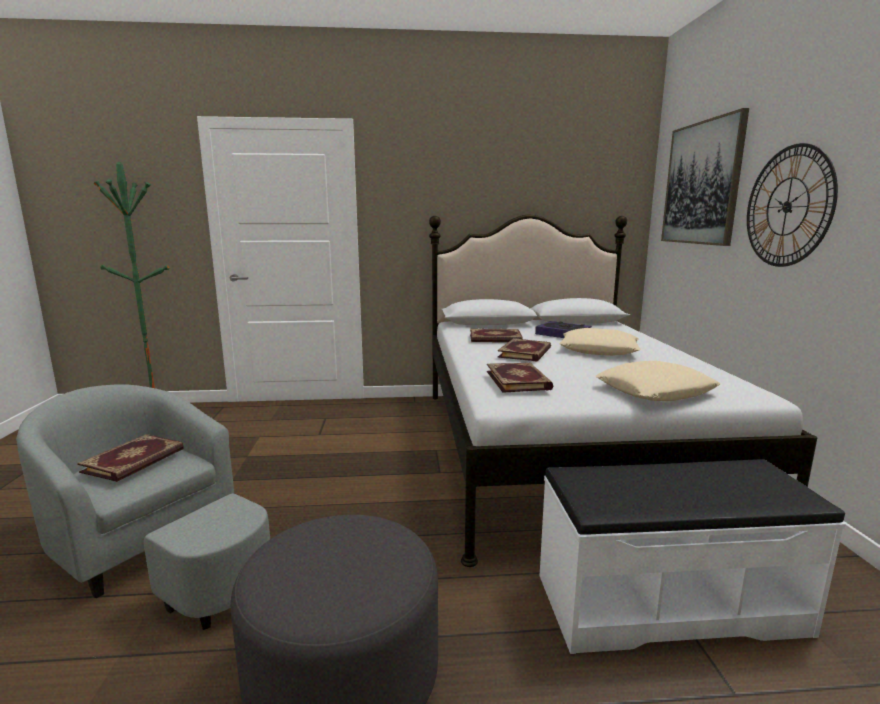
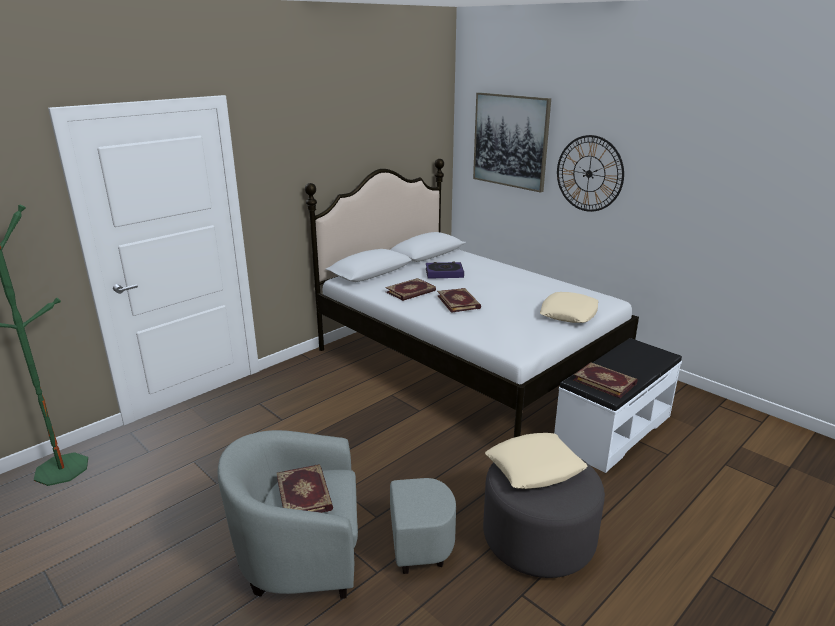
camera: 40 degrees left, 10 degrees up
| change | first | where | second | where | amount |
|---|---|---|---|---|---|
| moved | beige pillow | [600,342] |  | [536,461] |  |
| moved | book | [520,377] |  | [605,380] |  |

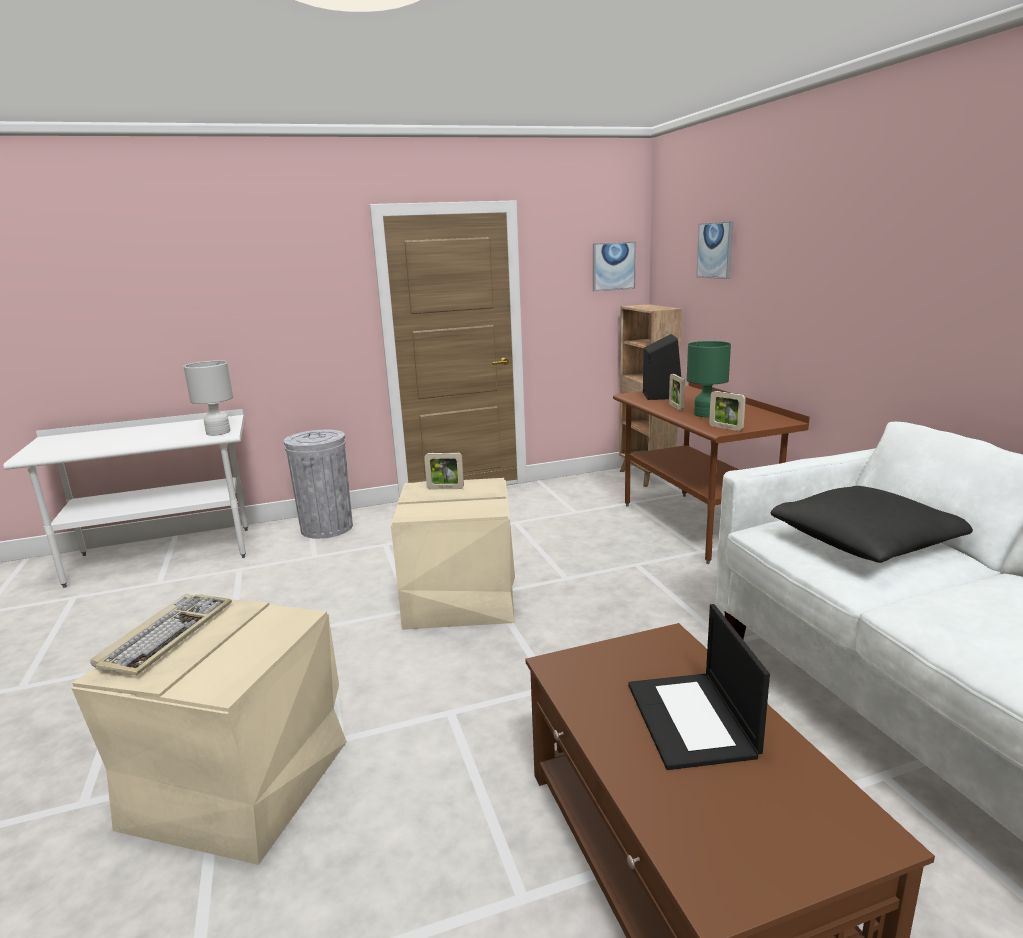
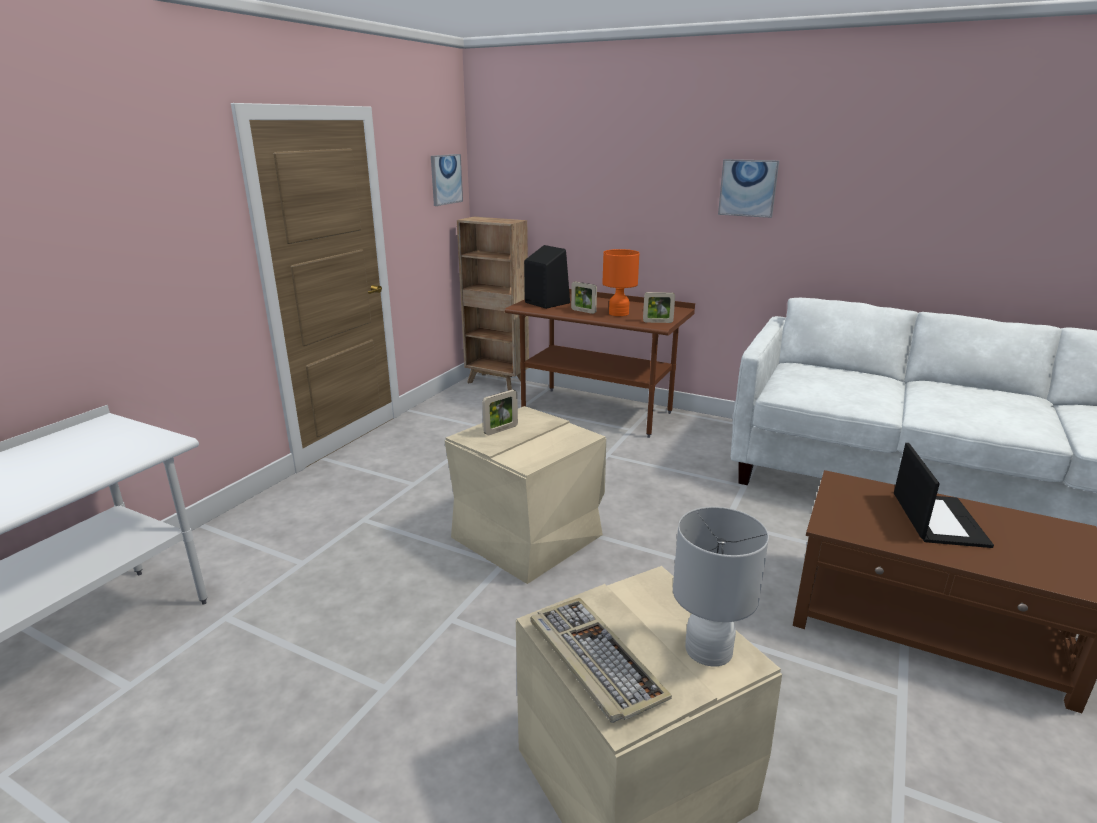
camera: 45 degrees left, 5 degrees up
| change | first | where | second | where | amount |
|---|---|---|---|---|---|
| recoloured | green table lamp | [709,379] | orange table lamp | [621,282] |  |
| moved | grey table lamp | [208,398] |  | [721,586] |  |
| moved | picture | [715,250] |  | [748,188] |  |
| turned | laptop | [699,687] |  | [944,495] | 120 degrees counterclockwise |
| removed | grey trash can | [318,484] |  |  |  |
| removed | black pillow | [872,524] |  |  |  |

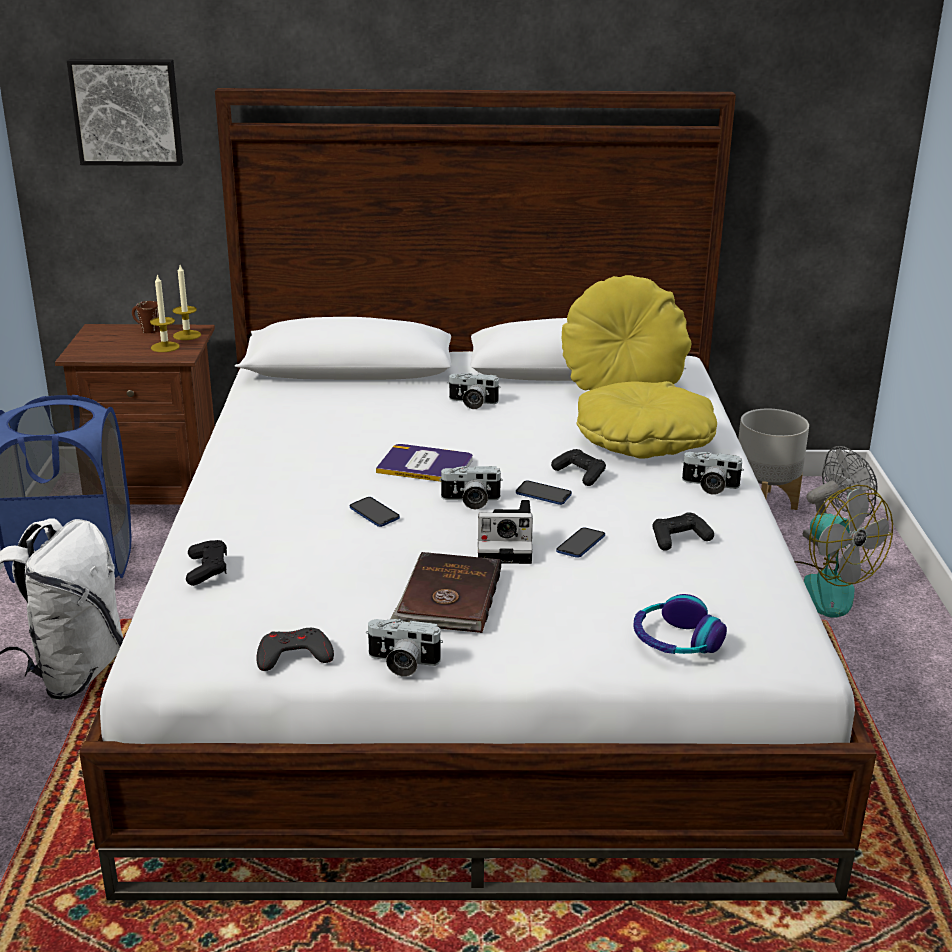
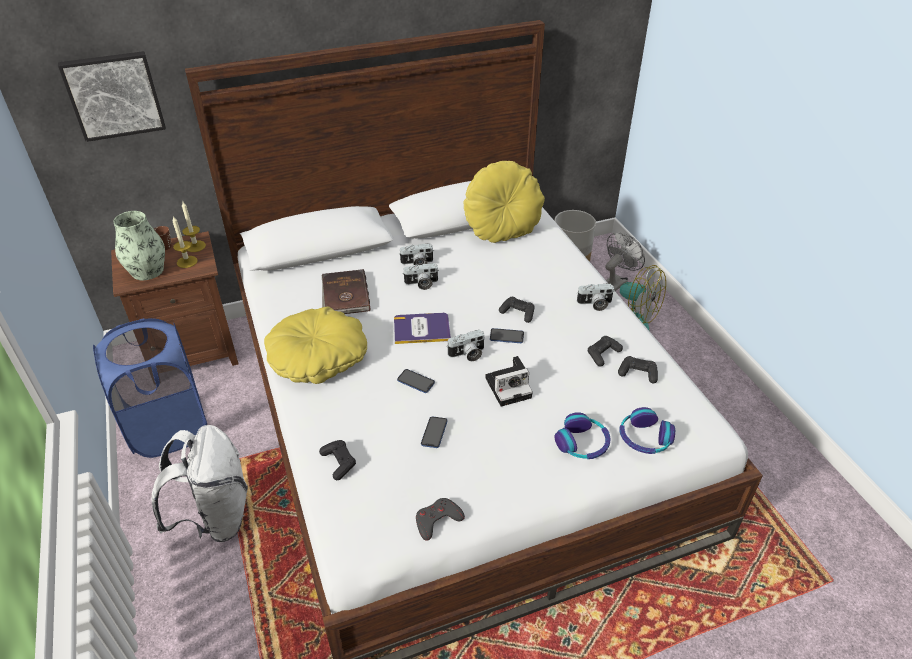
camera: 20 degrees left, 15 degrees up
| change | first | where | second | where | amount |
|---|---|---|---|---|---|
| added |  |  | vase | [139,245] |  |
| moved | yellow pillow | [647,419] |  | [315,345] |  |
| moved | brown book | [445,592] |  | [346,291] |  |
| moved | photo camera | [404,648] |  | [420,276] |  |
| moved | phone | [580,543] |  | [434,432] |  |
| added |  |  | headphones | [582,435] |  |
| added |  |  | black game controller | [638,369] |  |

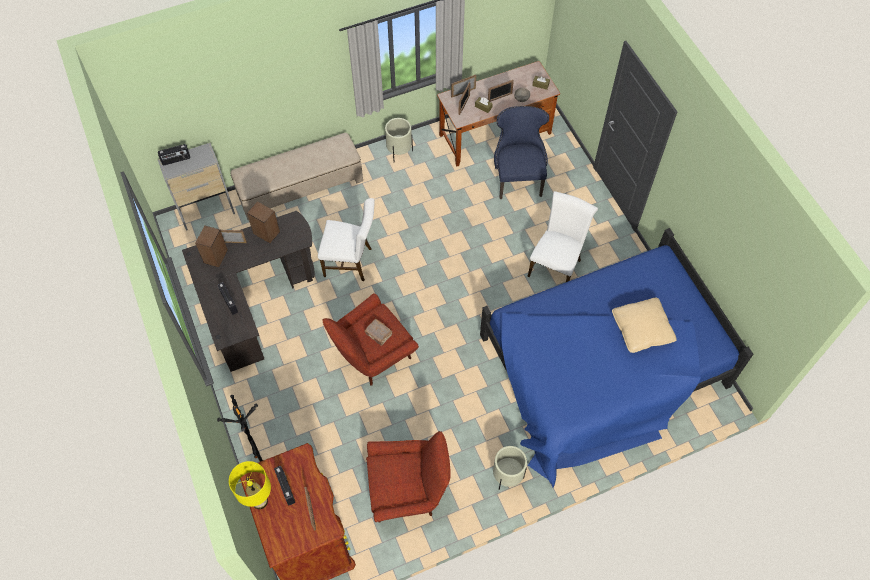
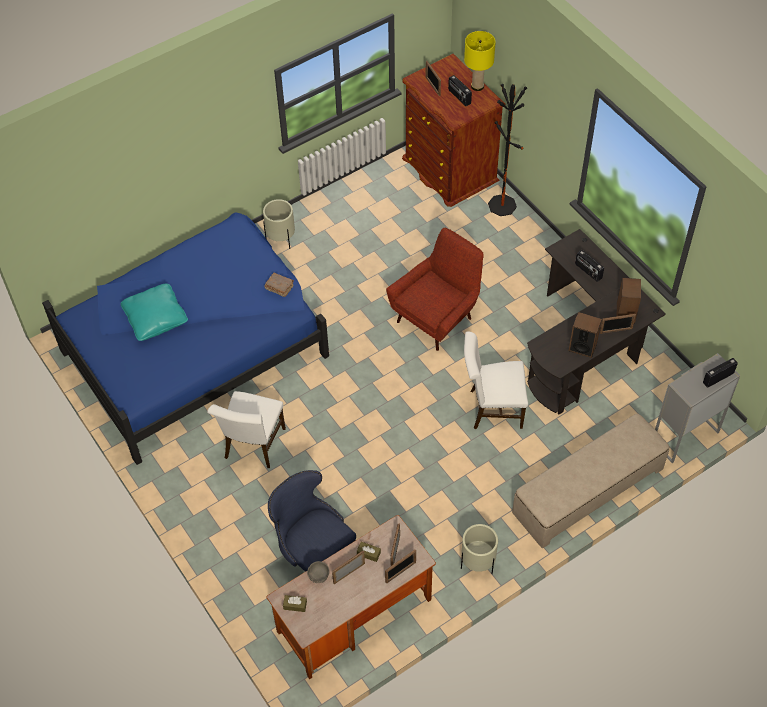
camera: 170 degrees right, 5 degrees down
| change | first | where | second | where | amount |
|---|---|---|---|---|---|
| recoloured | beige pillow | [644,325] | turquoise pillow | [154,312] |  |
| moved | brown book | [378,332] |  | [279,285] |  |
| turned | blue chair | [521,152] |  | [312,521] | 150 degrees clockwise |
| removed | red armchair | [408,477] |  |  |  |

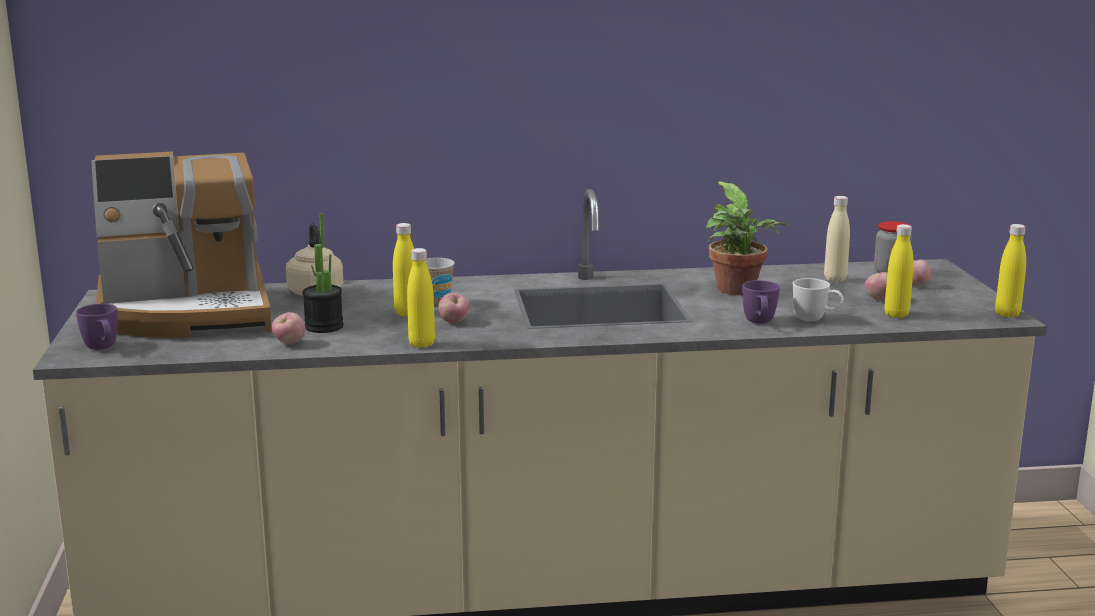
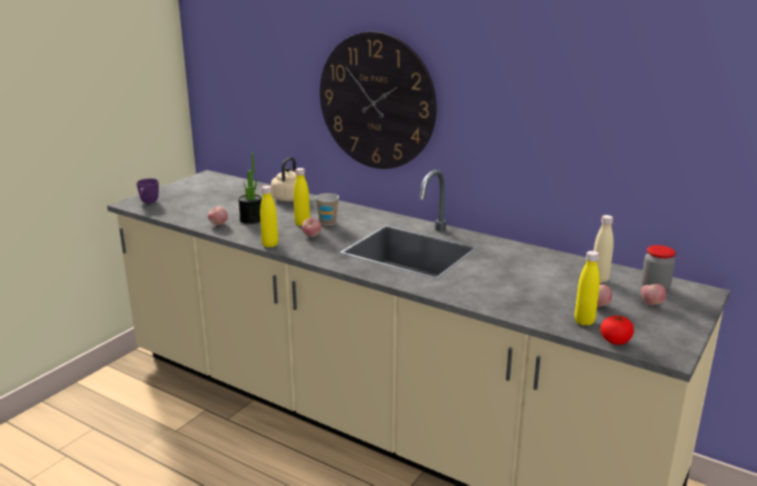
camera: 40 degrees right, 5 degrees up
| change | first | where | second | where | amount |
|---|---|---|---|---|---|
| added |  |  | wall clock | [378,100] |  |
| added |  |  | tomato | [617,330] |  |
| removed | coffee machine | [181,245] |  |  |  |
| removed | potted plant | [747,238] |  |  |  |
| removed | purple mug | [761,302] |  |  |  |
| removed | white mug | [818,299] |  |  |  |
| removed | yellow bottle | [1010,270] |  |  |  |

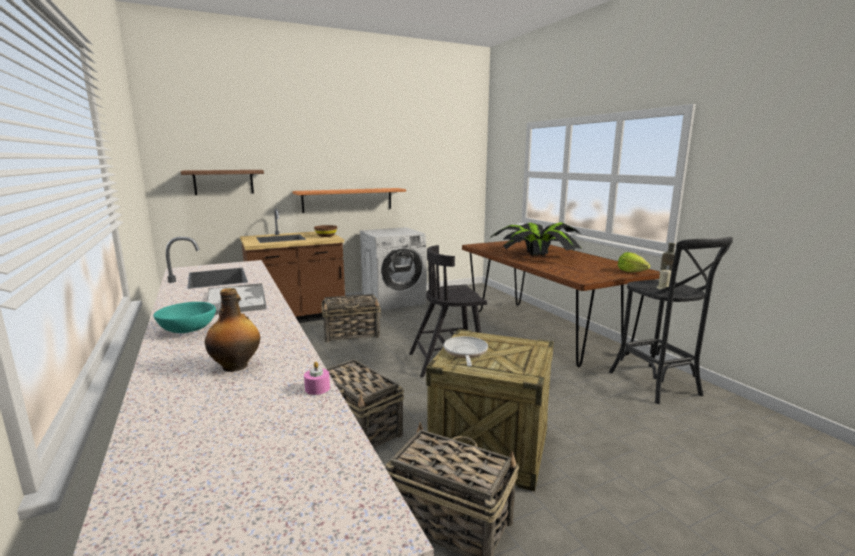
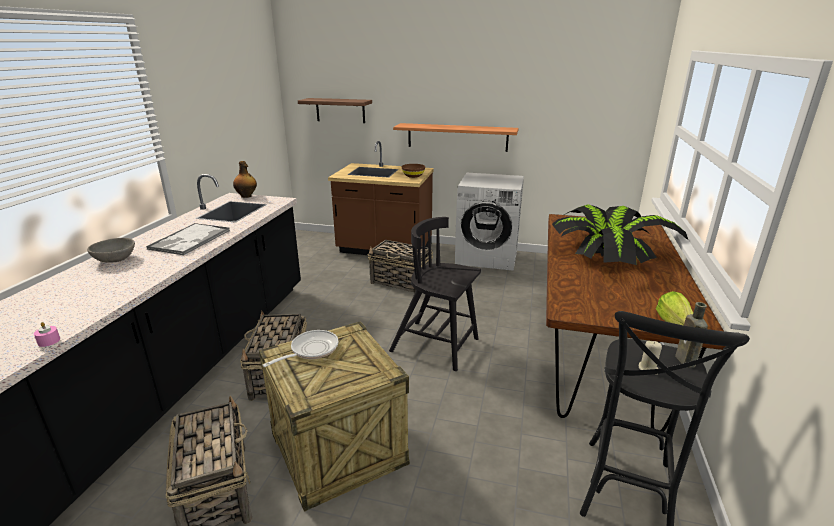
camera: 40 degrees right, 10 degrees up
| change | first | where | second | where | amount |
|---|---|---|---|---|---|
| recoloured | turquoise bowl | [184,317] | grey bowl | [111,250] |  |
| moved | bottle | [232,330] |  | [245,179] |  |

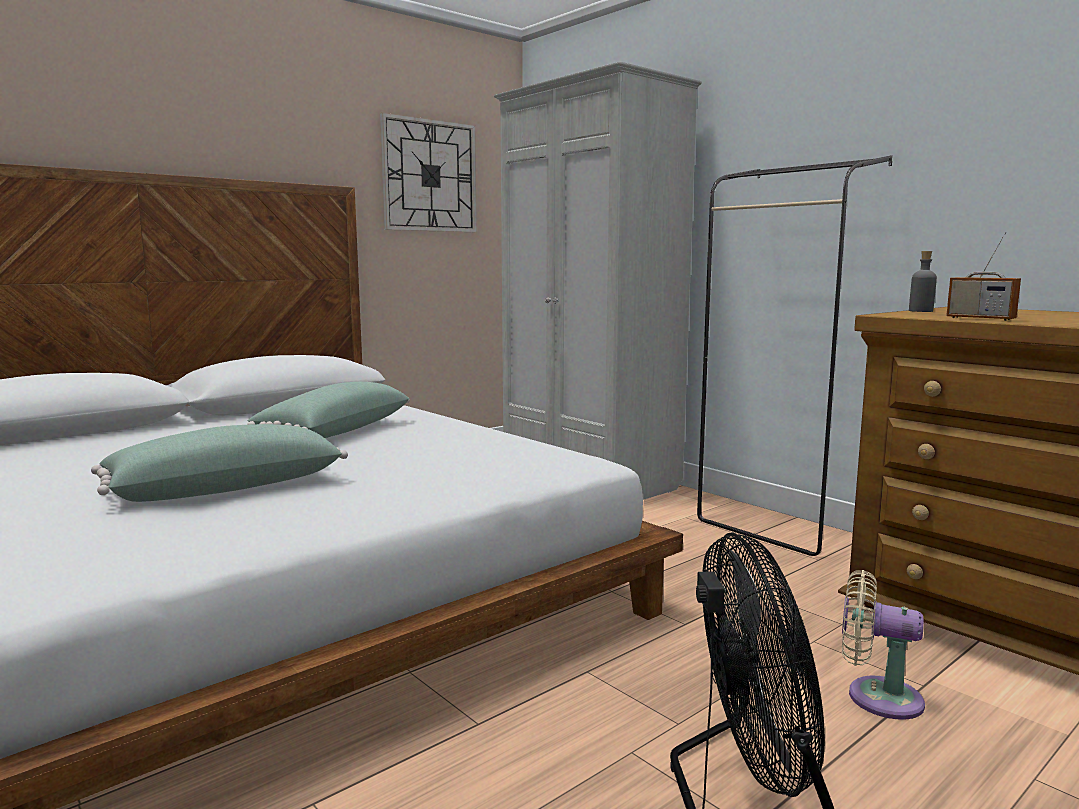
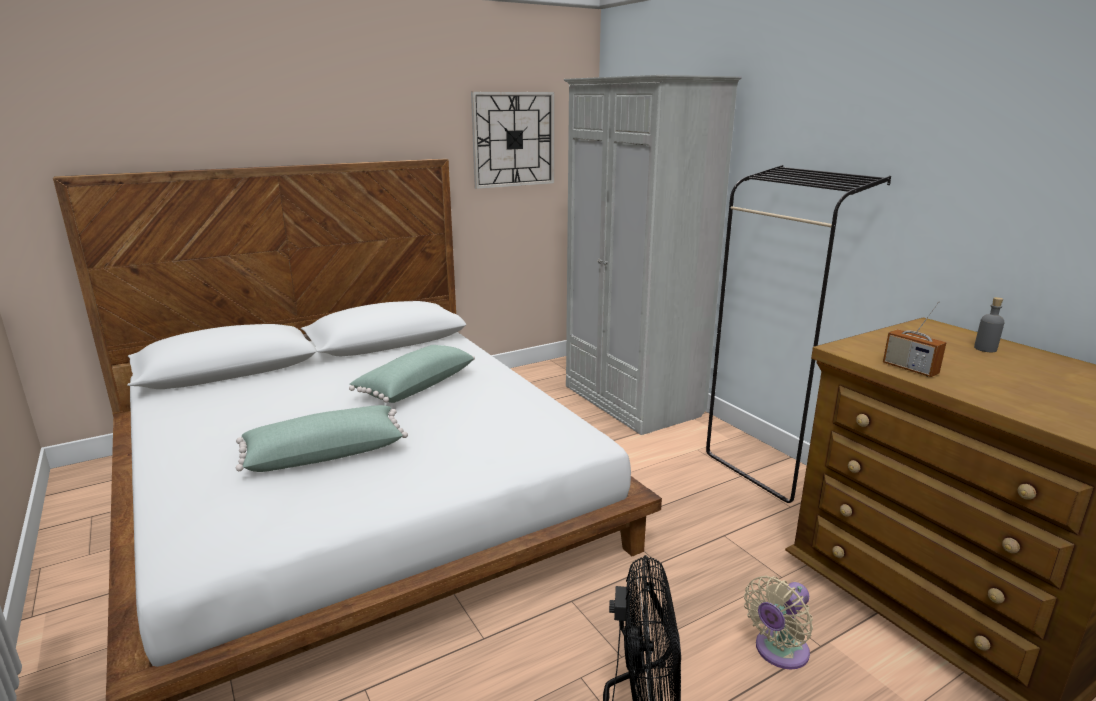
camera: 10 degrees right, 10 degrees up
| change | first | where | second | where | amount |
|---|---|---|---|---|---|
| turned | beige fan | [883,645] |  | [778,622] | 75 degrees counterclockwise |
| moved | grey bottle | [923,281] |  | [989,324] |  |

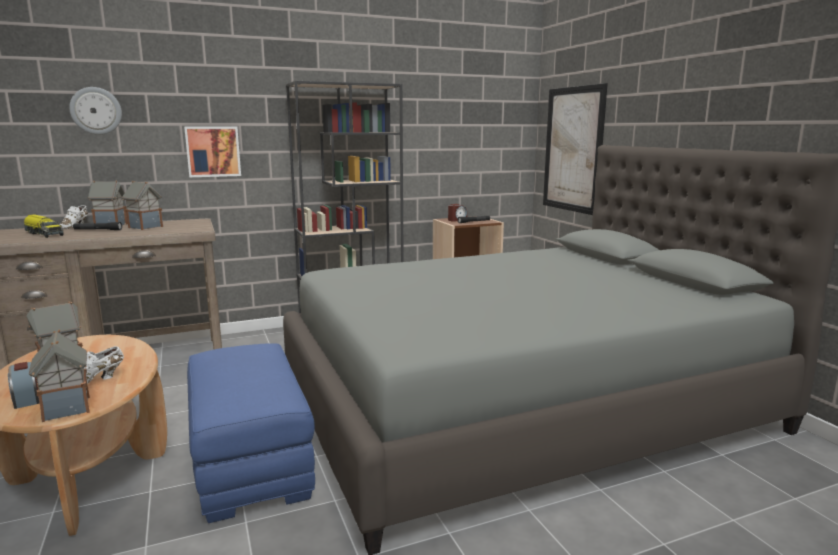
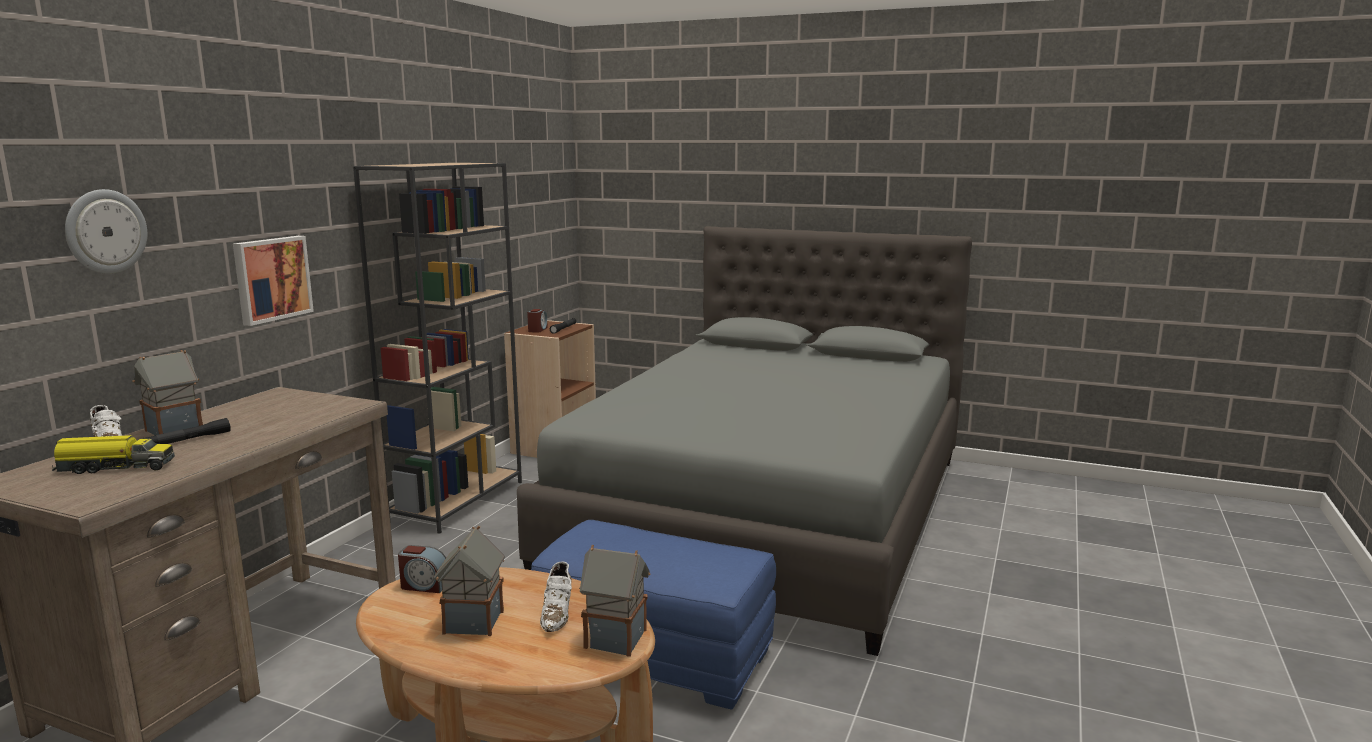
camera: 45 degrees left, 0 degrees up
| change | first | where | second | where | amount |
|---|---|---|---|---|---|
| moved | alarm clock | [23,385] |  | [422,569] |  |
| removed | toy house | [142,205] |  |  |  |
| removed | picture | [575,149] |  |  |  |

